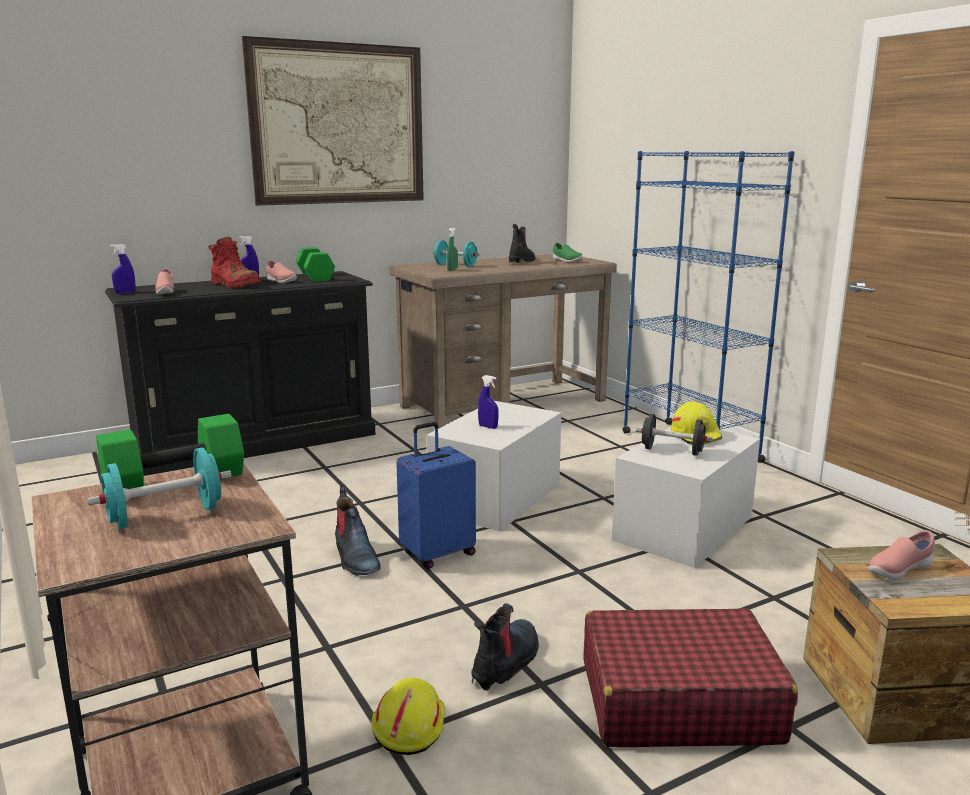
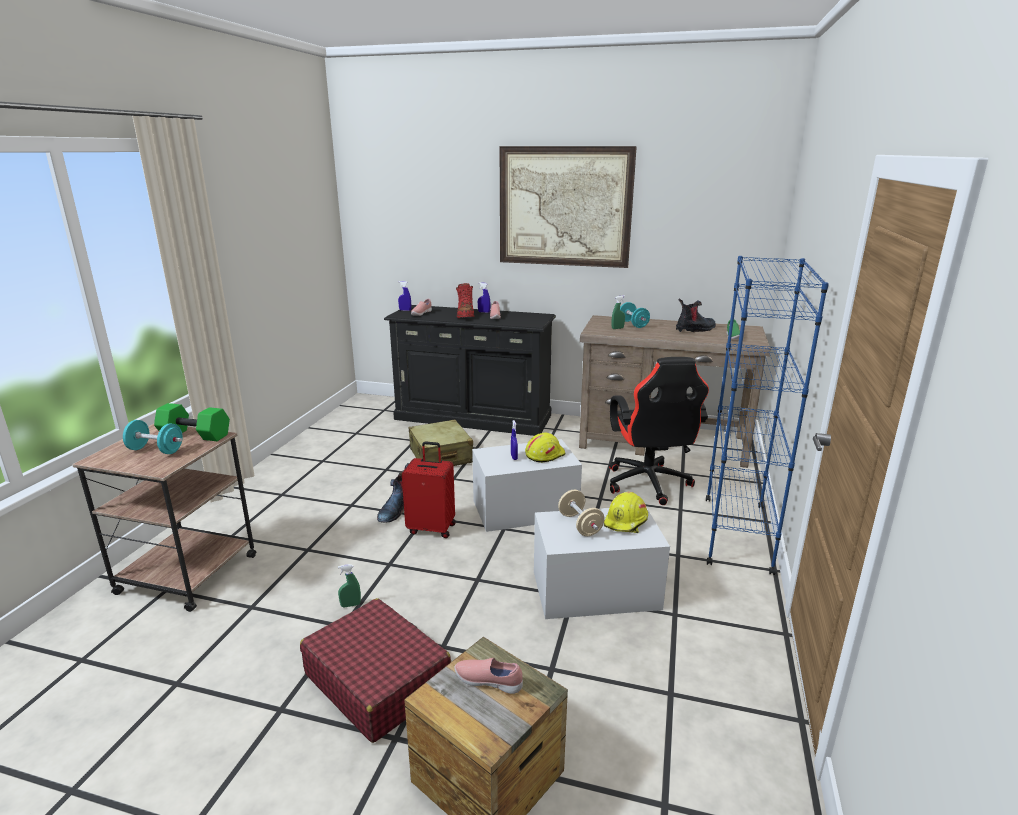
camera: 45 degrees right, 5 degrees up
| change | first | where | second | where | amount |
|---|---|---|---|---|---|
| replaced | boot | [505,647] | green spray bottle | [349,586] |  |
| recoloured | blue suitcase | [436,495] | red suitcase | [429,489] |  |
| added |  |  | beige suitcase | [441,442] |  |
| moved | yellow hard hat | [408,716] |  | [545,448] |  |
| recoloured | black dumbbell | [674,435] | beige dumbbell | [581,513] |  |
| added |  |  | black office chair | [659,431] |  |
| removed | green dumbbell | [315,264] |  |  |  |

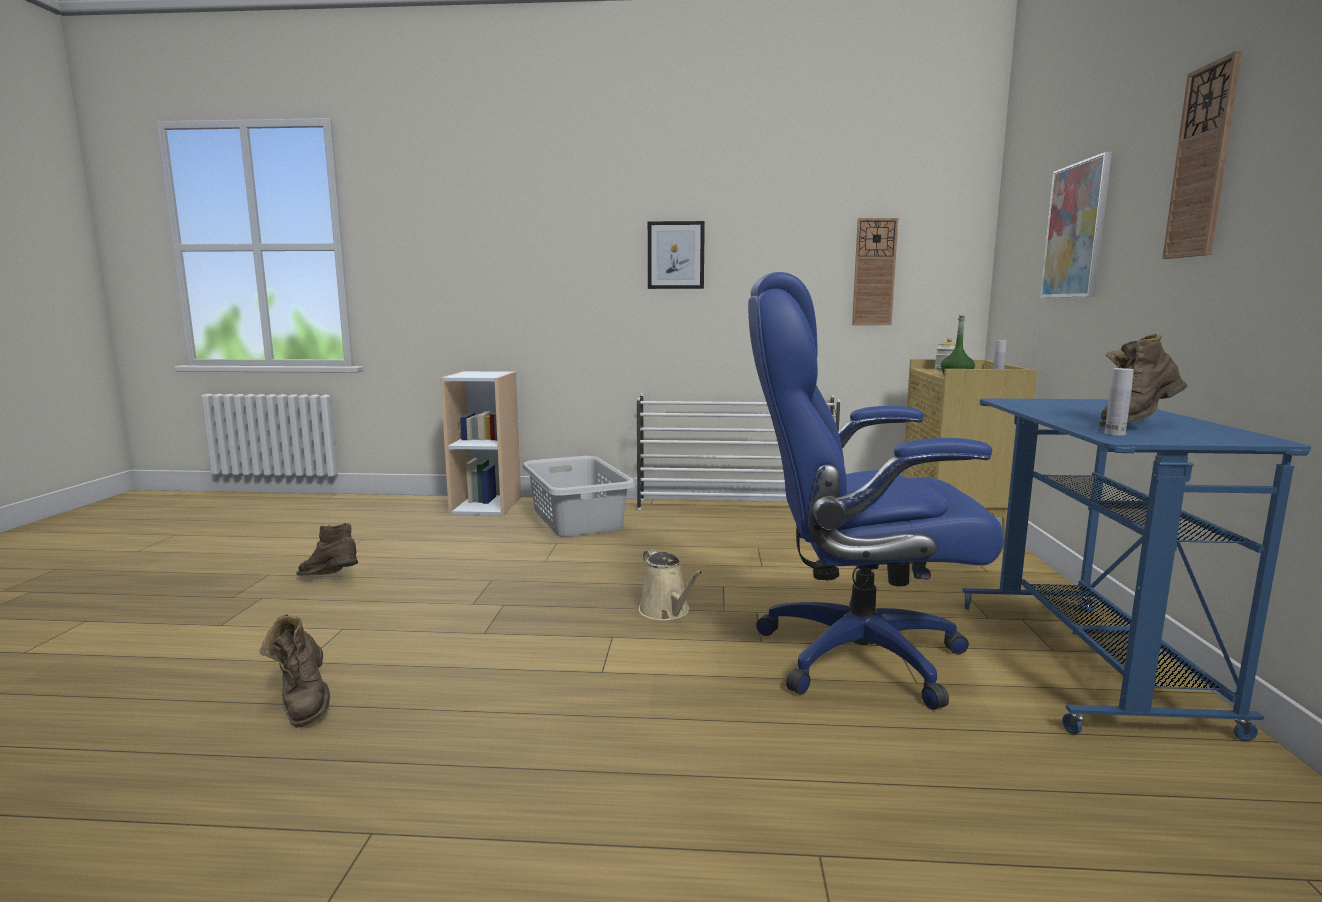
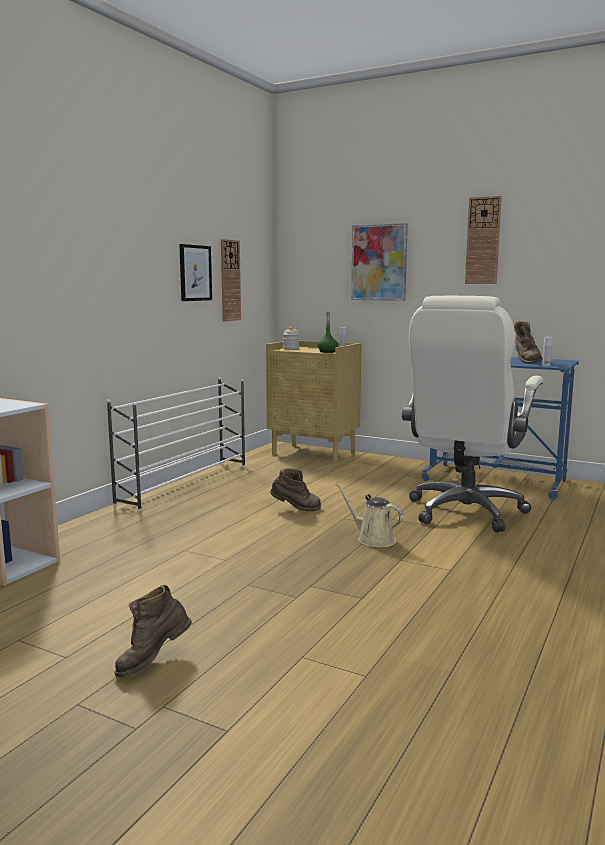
camera: 65 degrees left, 0 degrees up
| change | first | where | second | where | amount |
|---|---|---|---|---|---|
| moved | picture | [676,255] |  | [195,272] |  |
| moved | brown boot | [295,671] |  | [295,489] |  |
| turned | beige watering can | [671,585] |  | [370,515] | 135 degrees counterclockwise |
| recoloured | blue office chair | [876,491] | white office chair | [472,414] |  |
| removed | grey laundry basket | [578,496] |  |  |  |

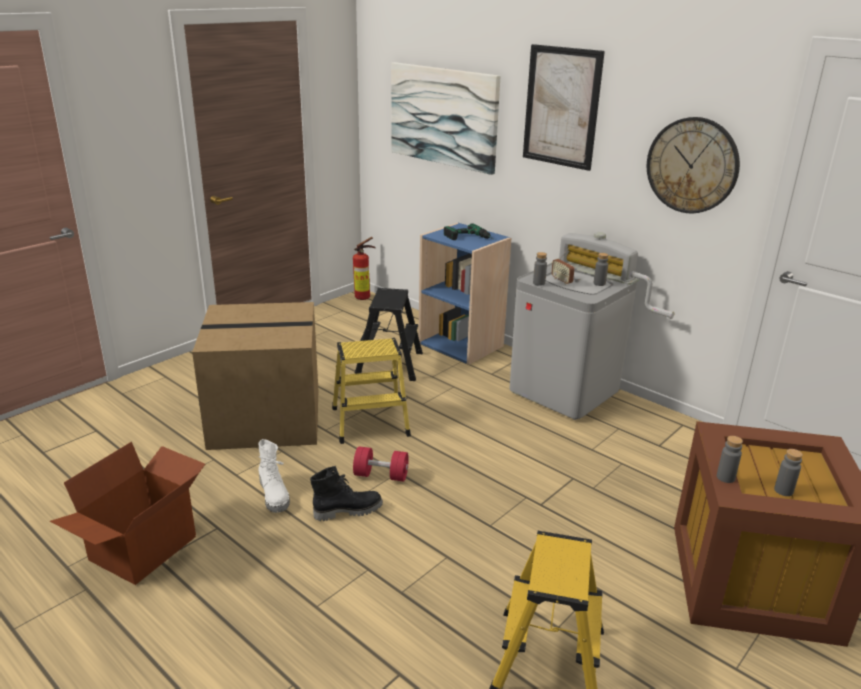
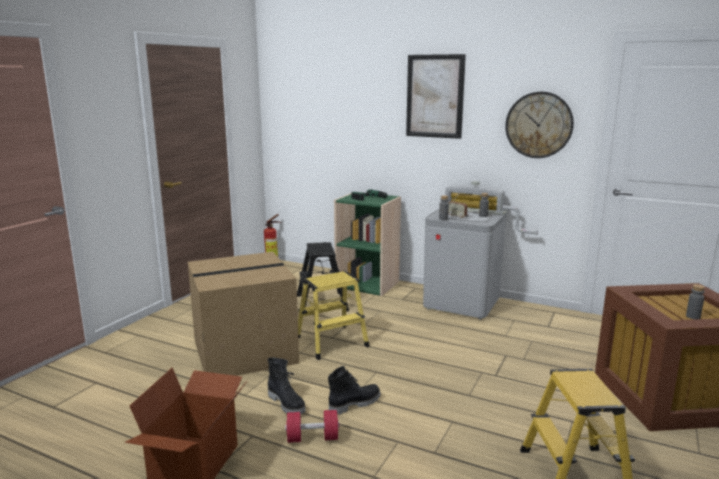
camera: 15 degrees left, 10 degrees down
| change | first | where | second | where | amount |
|---|---|---|---|---|---|
| recoloured | white boot | [274,476] | black boot | [287,386] |  |
| moved | red dumbbell | [381,464] |  | [312,426] |  |
| recoloured | blue bookcase | [465,294] | green bookcase | [367,244] |  |
| removed | picture | [445,118] |  |  |  |
| removed | grey bottle | [730,459] |  |  |  |

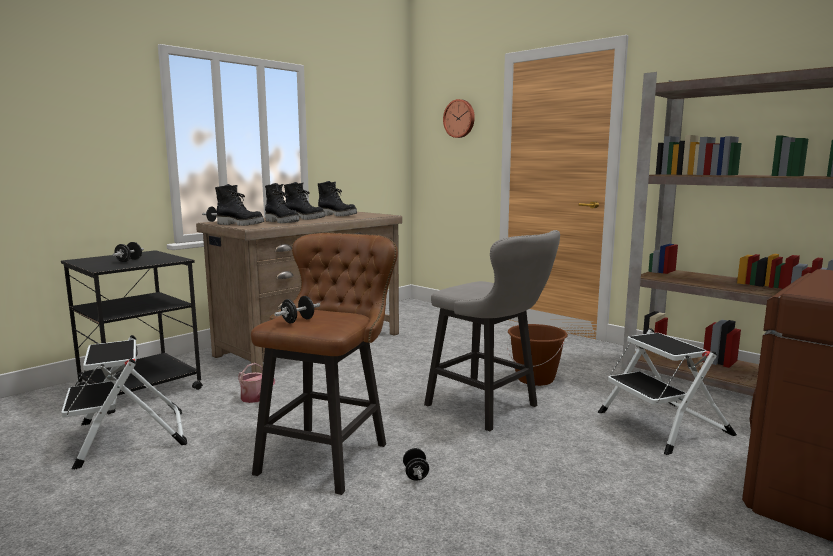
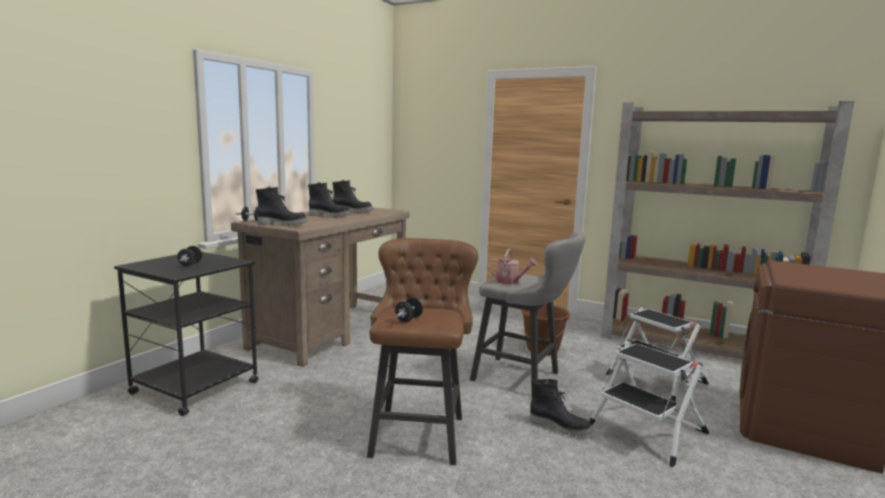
camera: 15 degrees left, 0 degrees up
| change | first | where | second | where | amount |
|---|---|---|---|---|---|
| moved | watering can | [256,383] |  | [512,266] |  |
| moved | black boot | [282,203] |  | [560,408] |  |
| moved | step ladder | [124,402] |  | [649,403] |  |
| removed | black dumbbell | [416,464] |  |  |  |
| removed | wall clock | [459,118] |  |  |  |

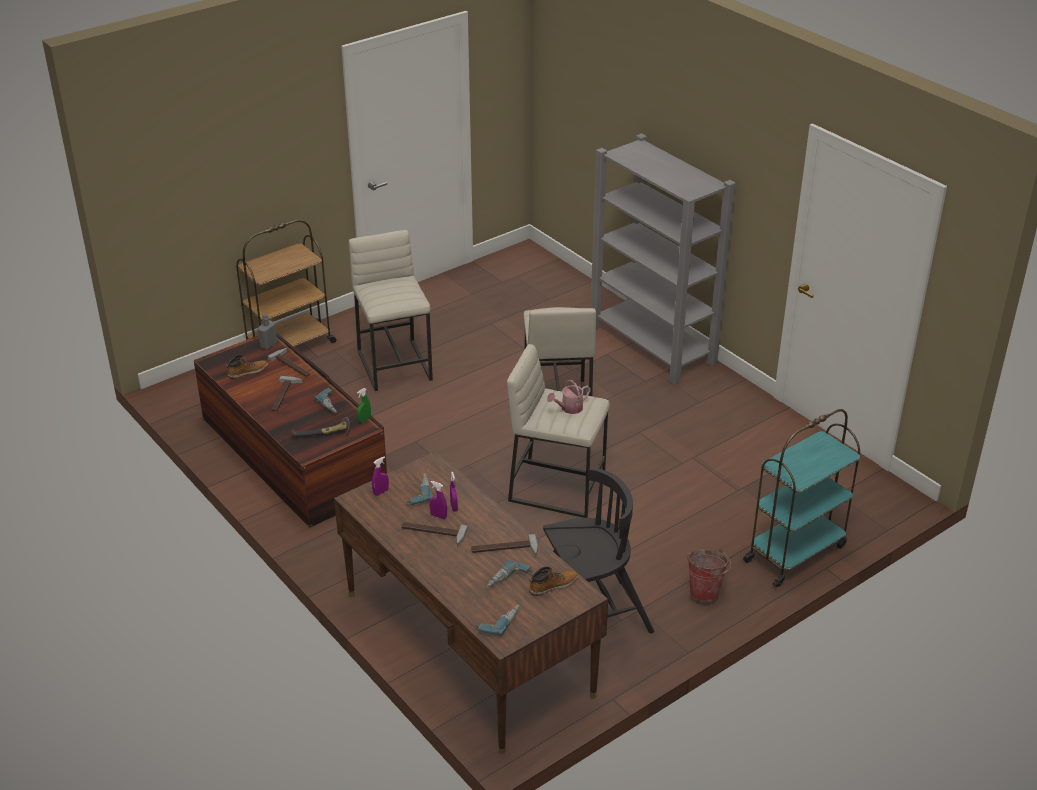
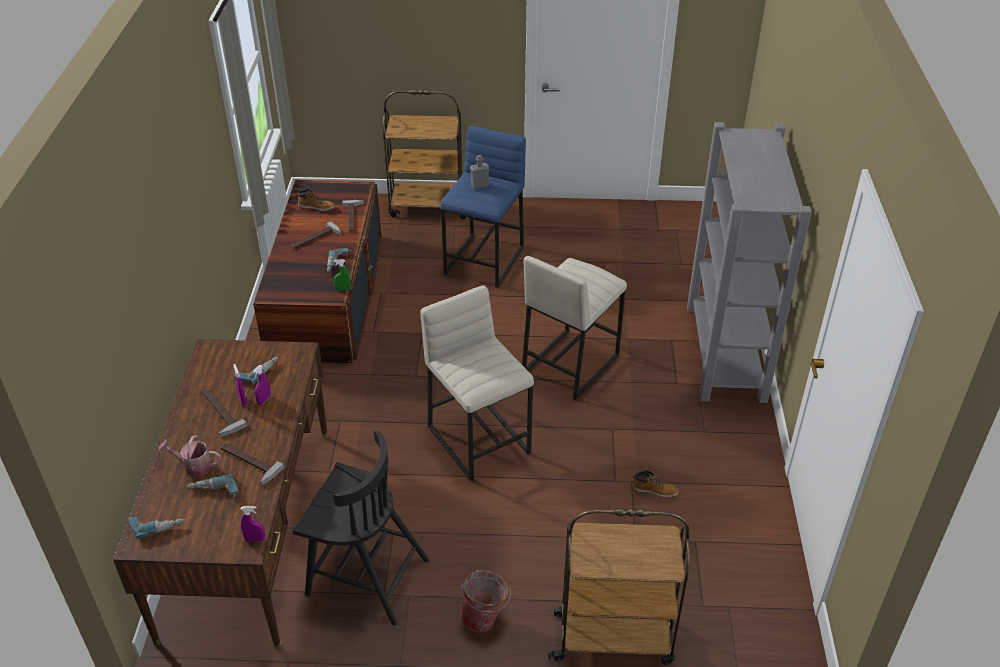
camera: 40 degrees right, 5 degrees up
| change | first | where | second | where | amount |
|---|---|---|---|---|---|
| moved | watering can | [569,397] |  | [189,456] |  |
| moved | purple spray bottle | [380,476] |  | [252,524] |  |
| recoloured | beige stool | [391,310] | blue stool | [483,207] |  |
| moved | grey bottle | [267,332] |  | [479,172] |  |
| recoloured | turquoise cart | [801,498] | brown cart | [618,586] |  |
| moved | boot | [553,581] |  | [655,483] |  |
| removed | hammer | [320,427] |  |  |  |

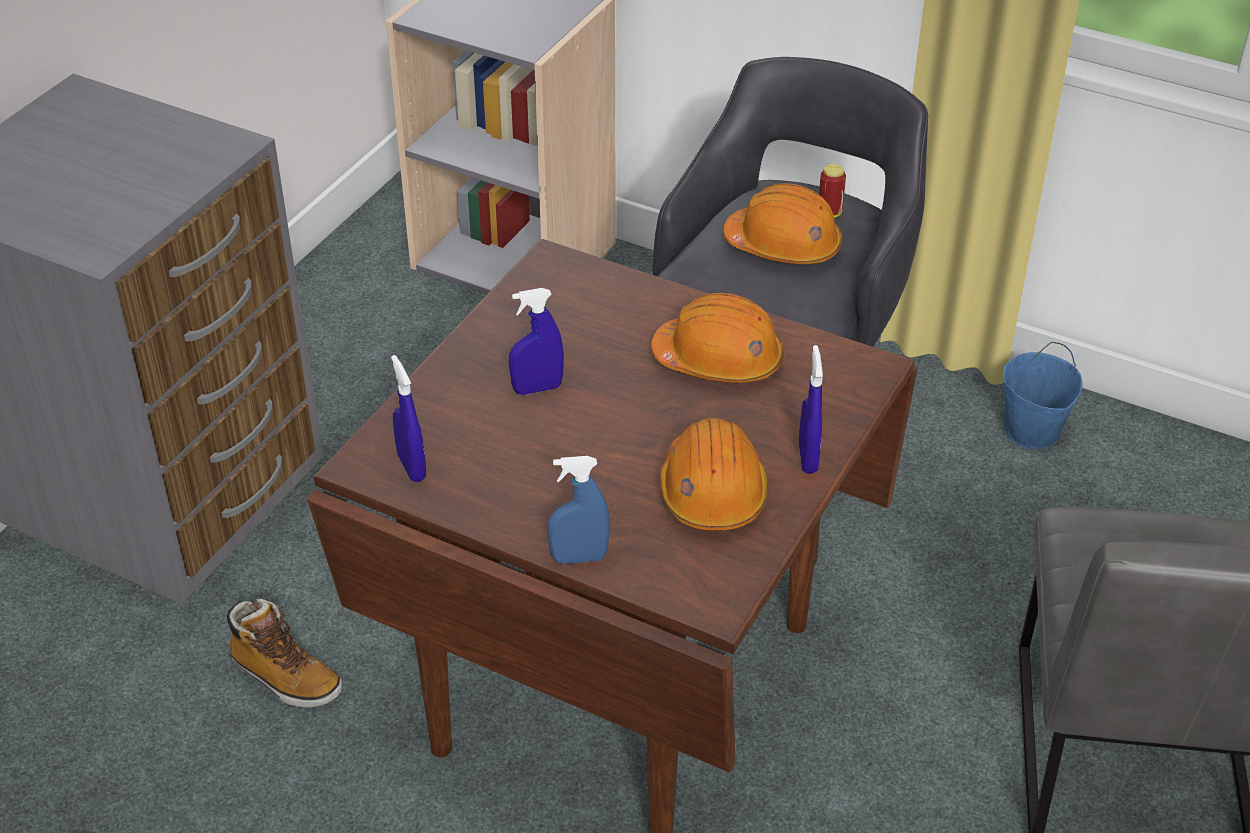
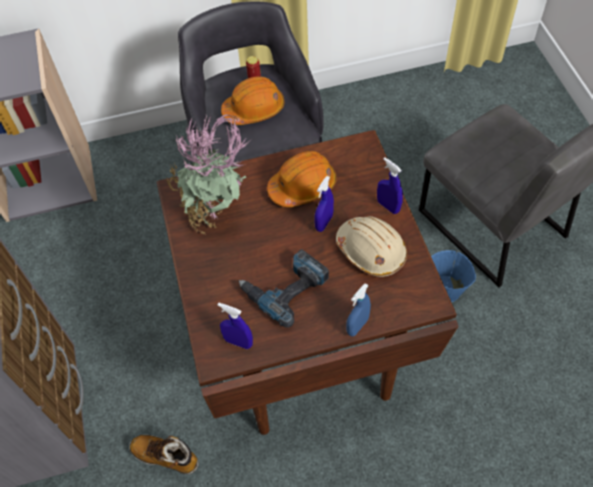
camera: 40 degrees left, 15 degrees up
| change | first | where | second | where | amount |
|---|---|---|---|---|---|
| turned | boot | [284,653] |  | [164,454] | 150 degrees counterclockwise |
| added |  |  | potted plant | [208,174] |  |
| added |  |  | power drill | [284,288] |  |
| moved | blue spray bottle | [536,341] |  | [324,204] |  |
| recoloured | orange hard hat | [714,474] | beige hard hat | [371,246] |  |
| moved | blue bucket | [1042,395] |  | [453,275] |  |

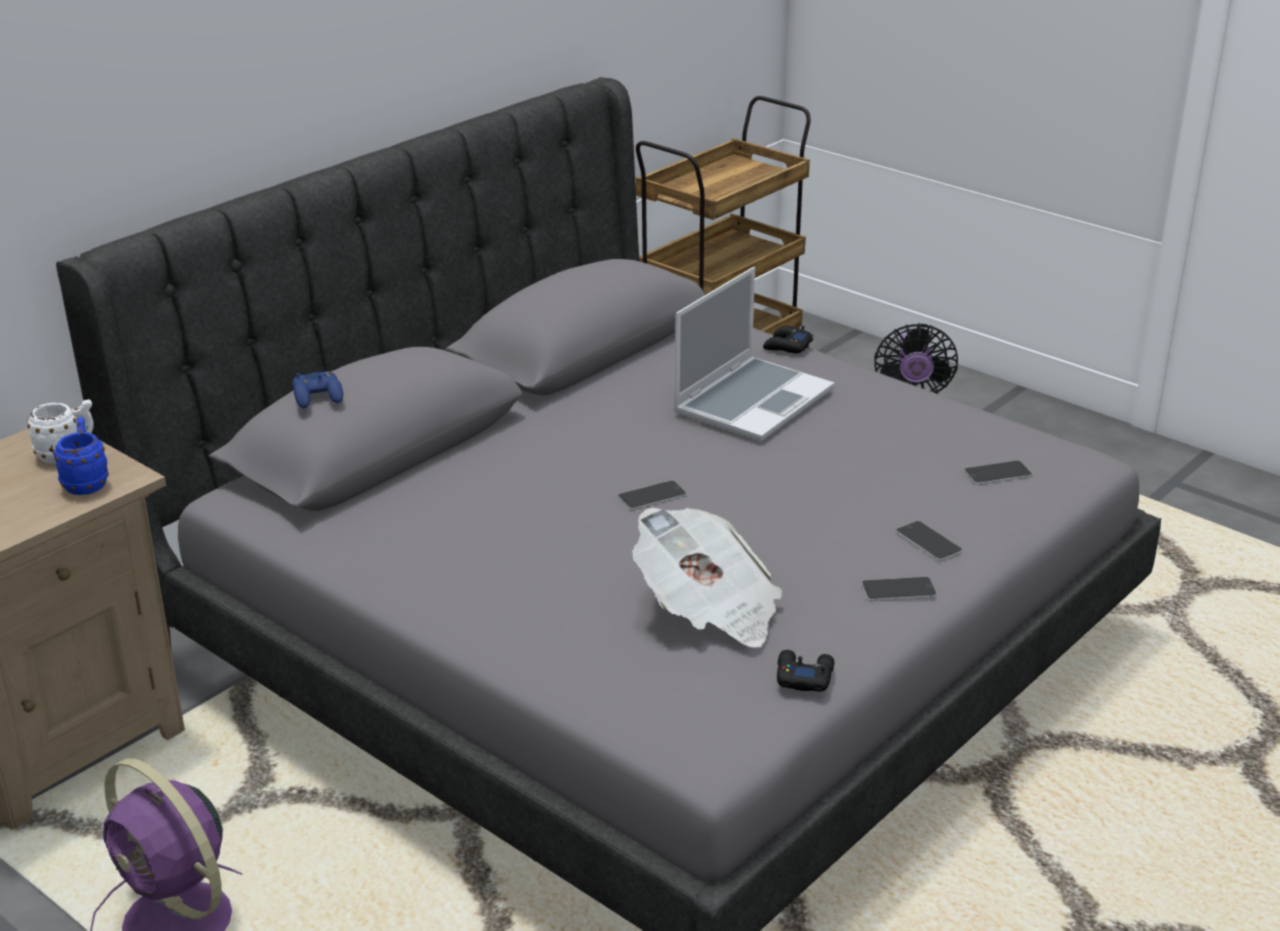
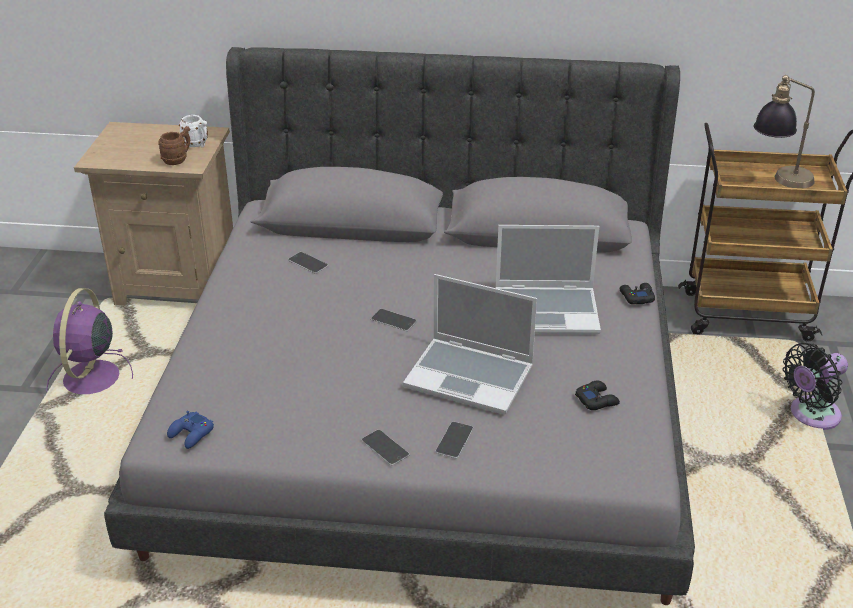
camera: 55 degrees right, 5 degrees up
| change | first | where | second | where | amount |
|---|---|---|---|---|---|
| recoloured | blue mug | [81,456] | brown mug | [174,145] |  |
| moved | blue game controller | [318,389] |  | [190,430] |  |
| moved | phone | [998,473] |  | [308,262] |  |
| added |  |  | laptop | [470,344] |  |
| moved | black game controller | [805,671] |  | [597,395] |  |
| added |  |  | table lamp | [784,131] |  |
| removed | newspaper | [707,577] |  |  |  |

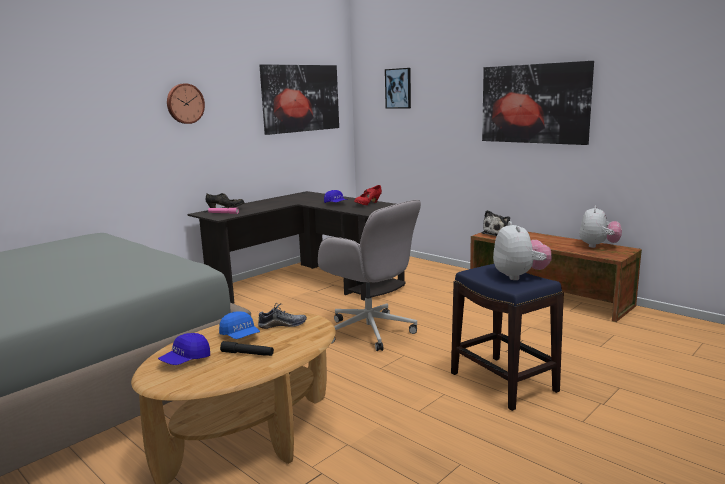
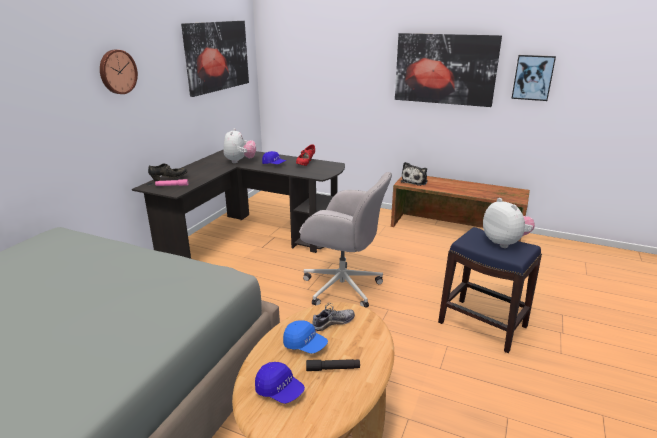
camera: 20 degrees left, 10 degrees up
| change | first | where | second | where | amount |
|---|---|---|---|---|---|
| moved | plush toy | [600,226] |  | [239,145] |  |
| turned | blue cap | [184,349] |  | [280,383] | 75 degrees counterclockwise |
| moved | picture | [398,88] |  | [533,78] |  |

